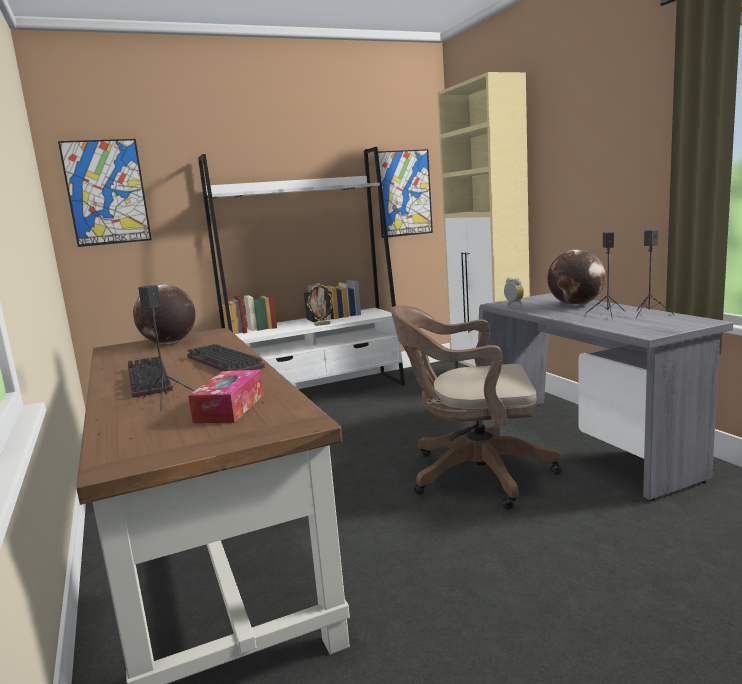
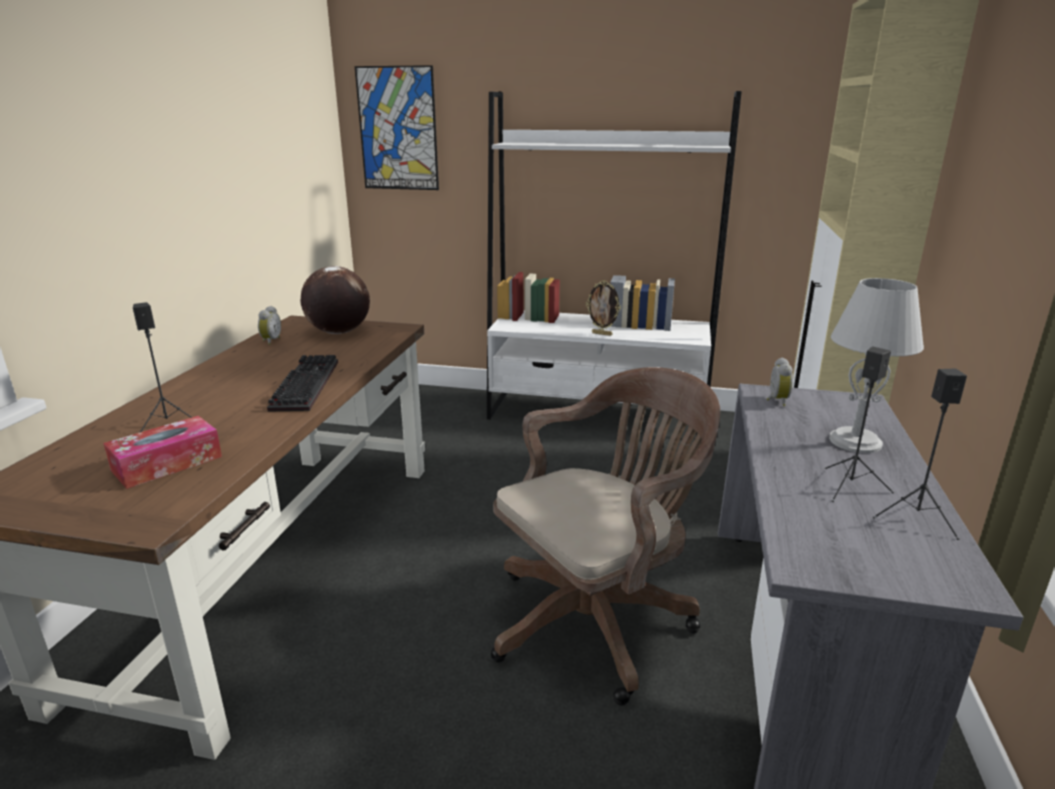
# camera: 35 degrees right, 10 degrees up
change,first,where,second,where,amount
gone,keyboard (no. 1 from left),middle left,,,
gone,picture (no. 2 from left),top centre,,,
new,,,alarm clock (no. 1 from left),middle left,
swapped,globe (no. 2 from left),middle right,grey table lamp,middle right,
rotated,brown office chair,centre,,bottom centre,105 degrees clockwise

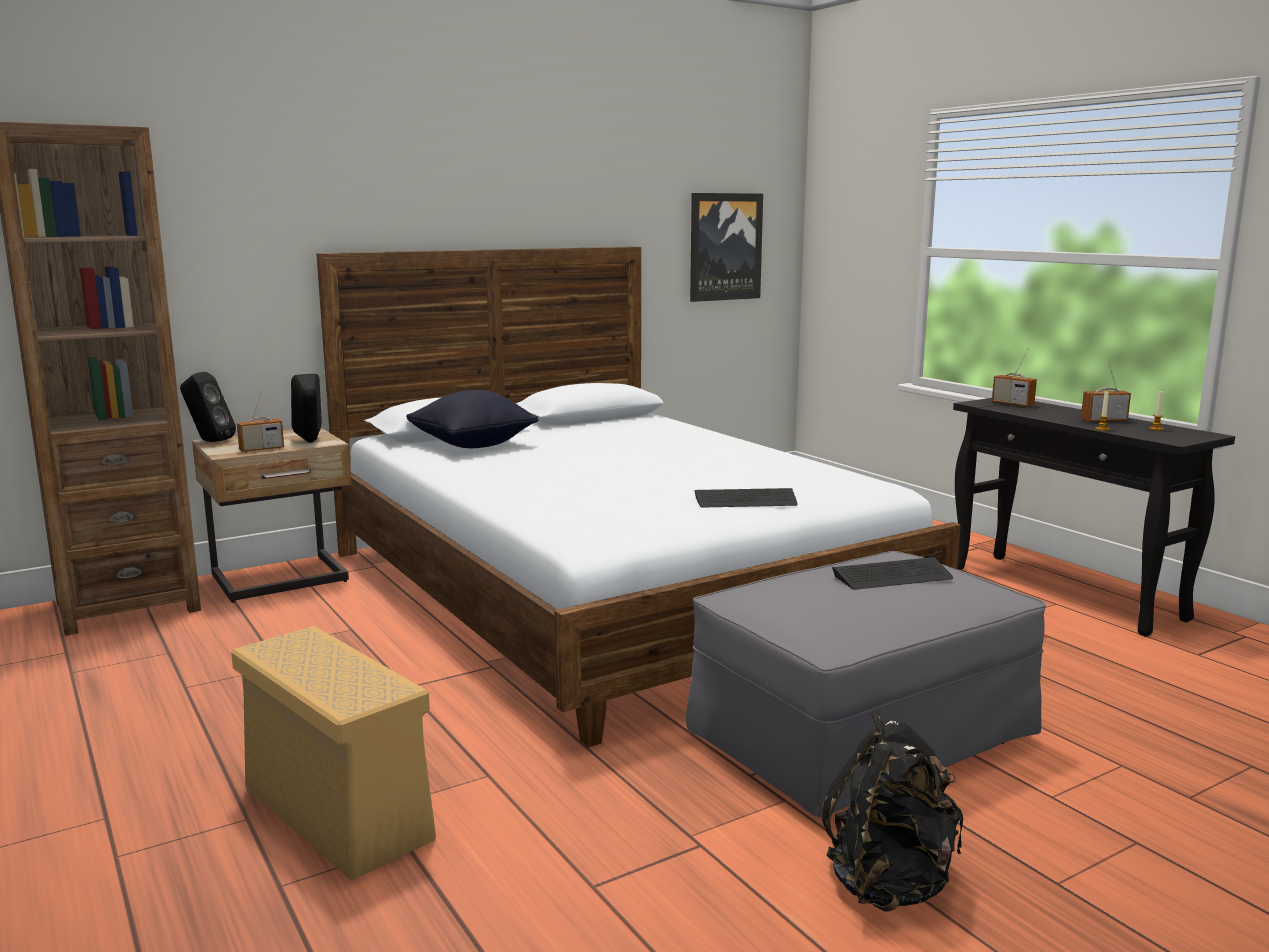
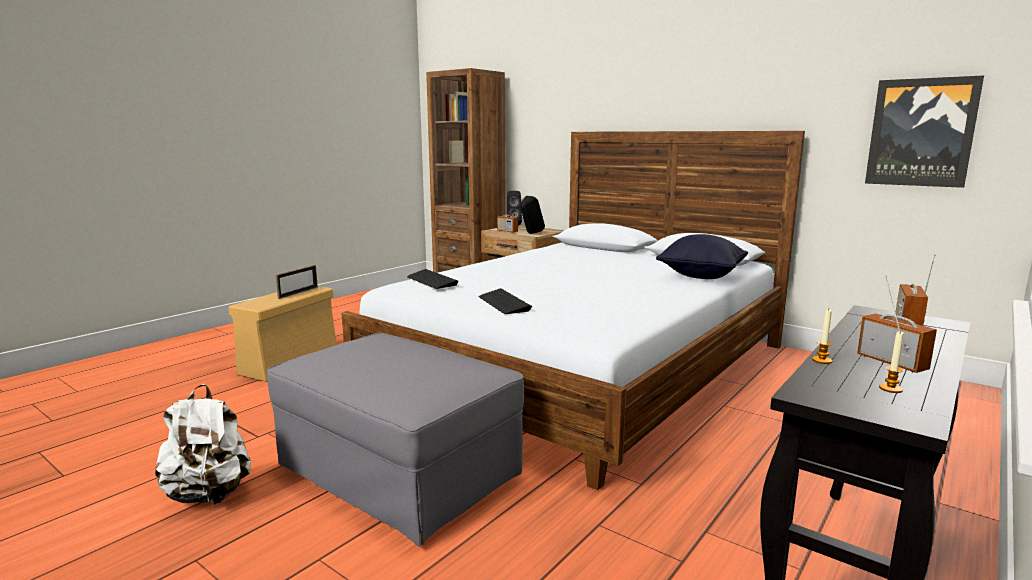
# camera: 70 degrees right, 0 degrees up
change,first,where,second,where,amount
new,,,picture frame,middle left,
shifted,black pillow,centre,,middle right,
shifted,keyboard (no. 2 from left in the first image),middle right,keyboard (no. 1 from left),centre,
repainted,black backpack,bottom right,white backpack,bottom left,

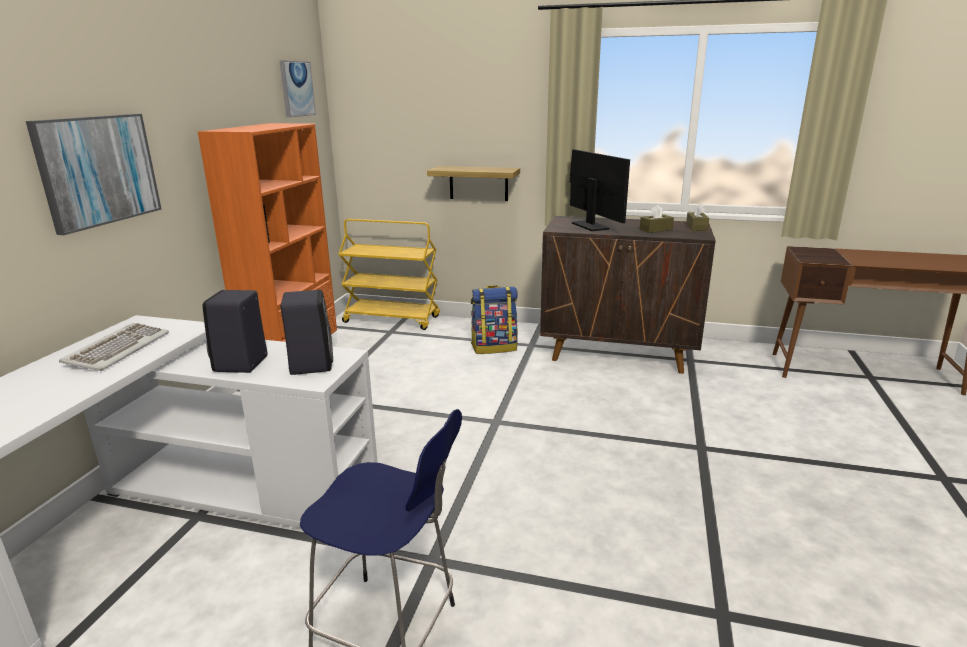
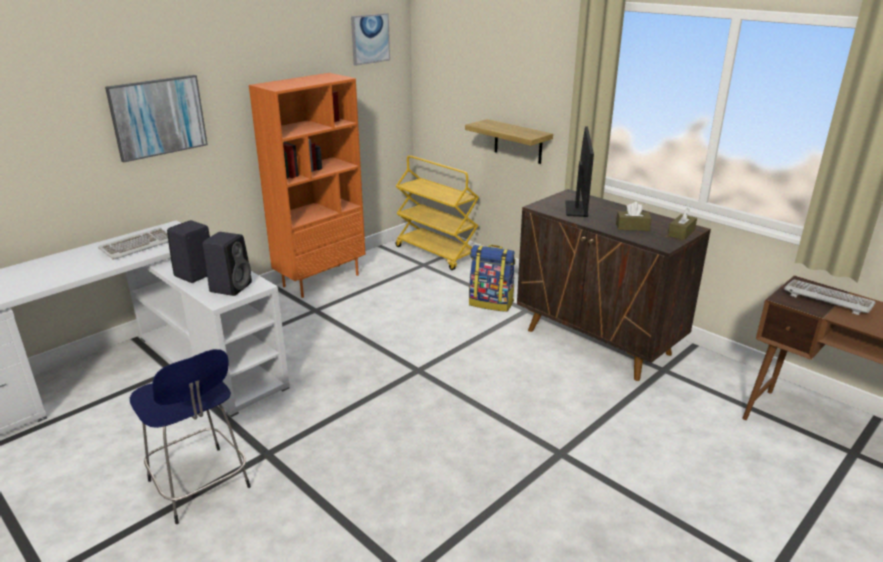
# camera: 30 degrees right, 5 degrees up
change,first,where,second,where,amount
new,,,keyboard (no. 2 from left),middle right,

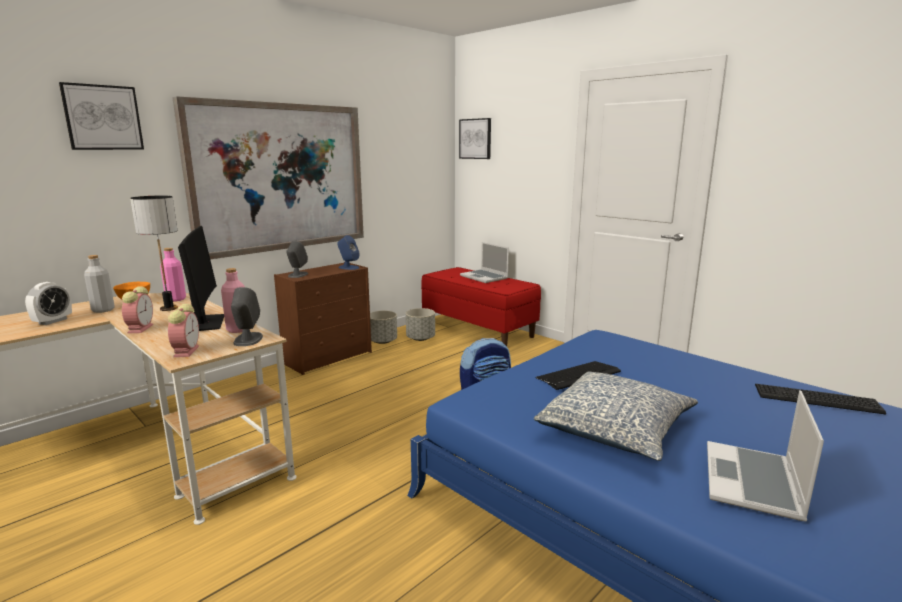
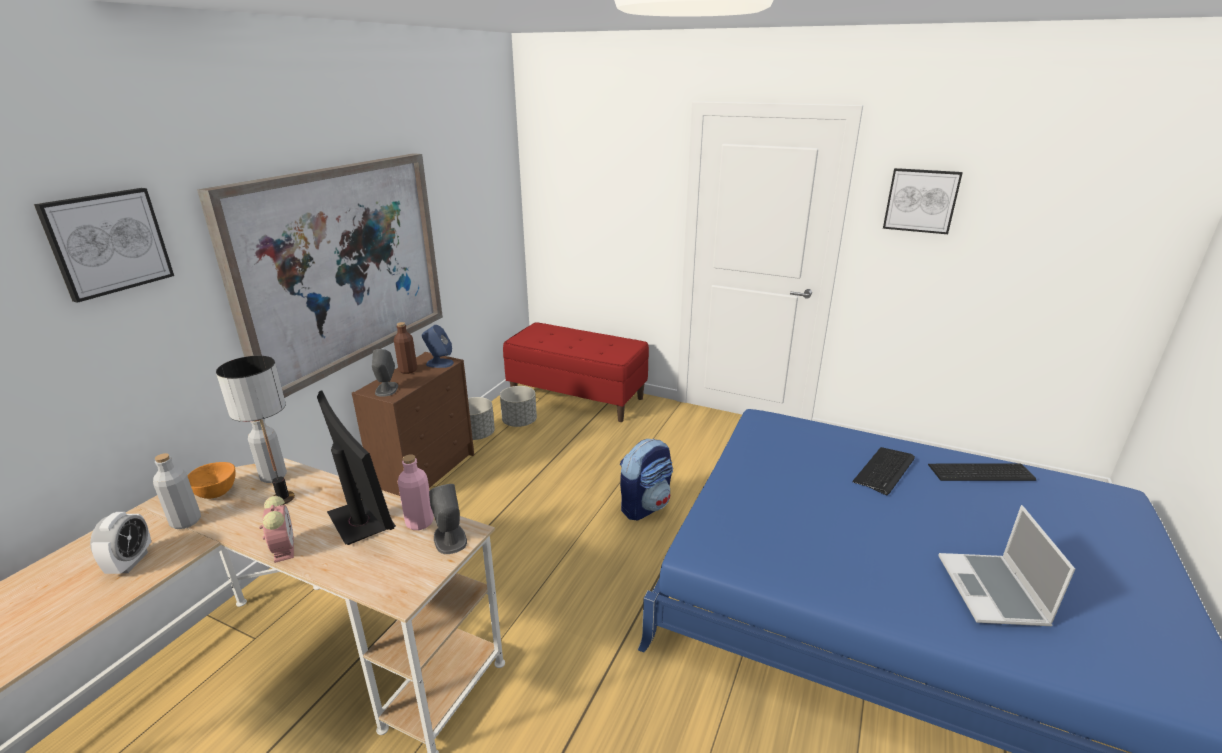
# camera: 20 degrees left, 10 degrees up
change,first,where,second,where,amount
gone,alarm clock (no. 3 from left),middle left,,,
gone,laptop (no. 1 from left),centre,,,
gone,pillow,bottom right,,,
new,,,brown bottle,middle left,
shifted,picture (no. 3 from left),top centre,,top right,
shifted,keyboard (no. 1 from left),centre,,middle right,
repainted,pink bottle (no. 1 from left),middle left,grey bottle (no. 2 from left),middle left,

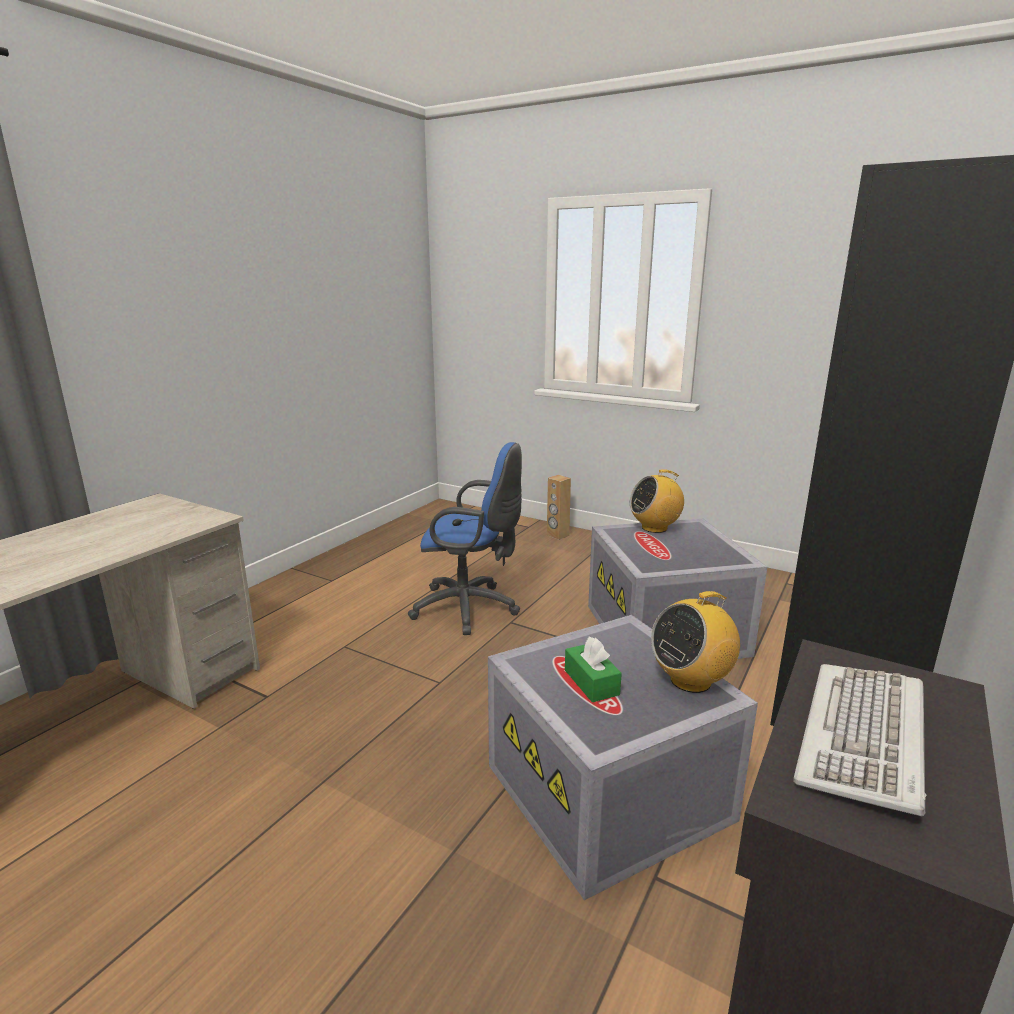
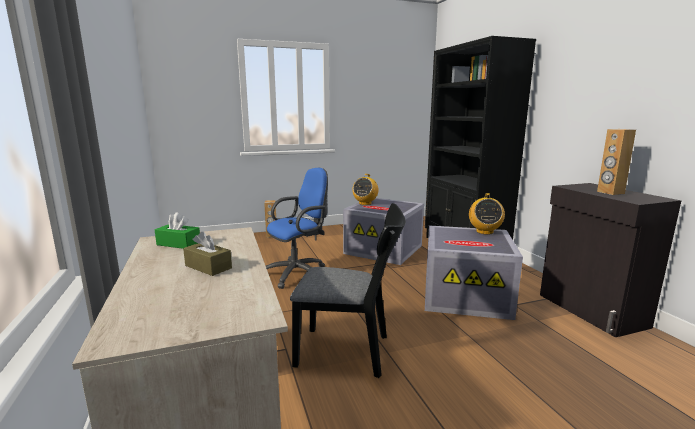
# camera: 50 degrees left, 5 degrees down
change,first,where,second,where,amount
new,,,brown tissue box,middle left,
new,,,black chair,bottom centre,
shifted,green tissue box,centre,,middle left,
swapped,keyboard,bottom right,brown speaker (no. 2 from left),middle right,

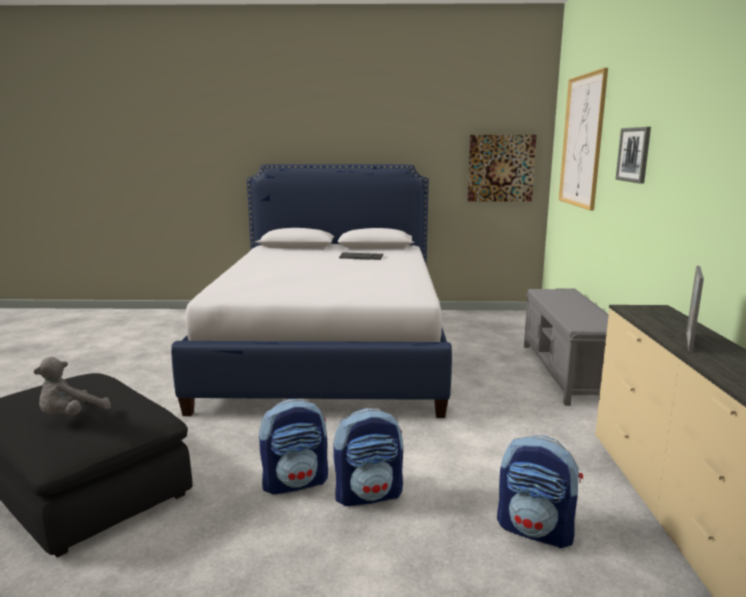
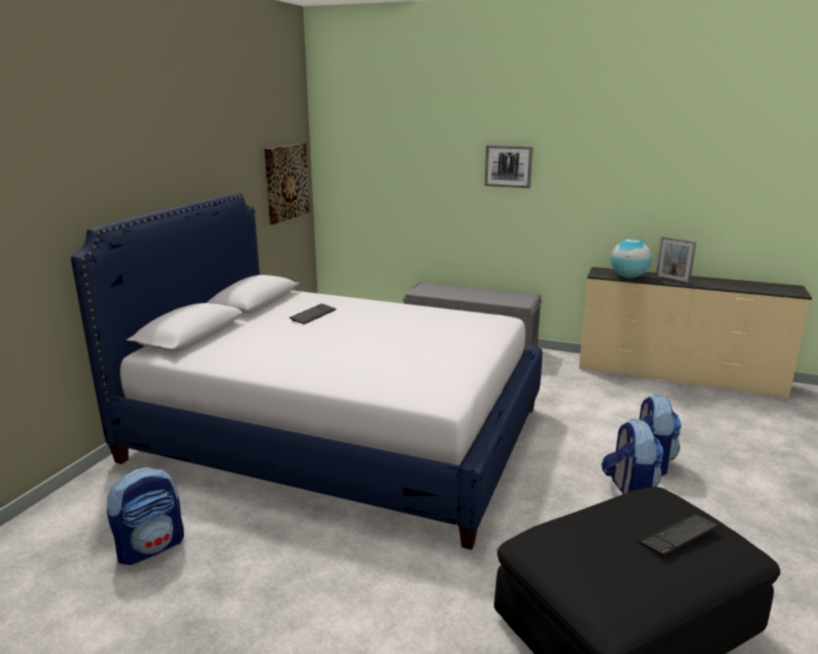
# camera: 70 degrees left, 5 degrees up
change,first,where,second,where,amount
gone,picture (no. 2 from left),top right,,,
new,,,globe,middle right,
shifted,backpack (no. 3 from left in the first image),bottom right,backpack (no. 1 from left),bottom left,
swapped,grey plush toy,middle left,keyboard (no. 2 from left),bottom right,

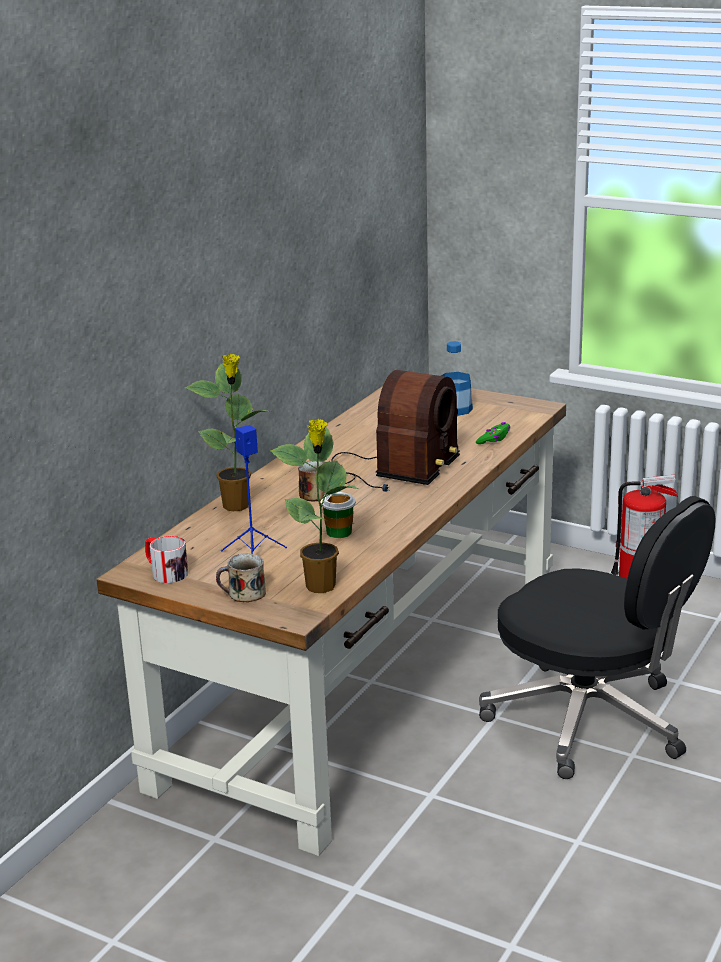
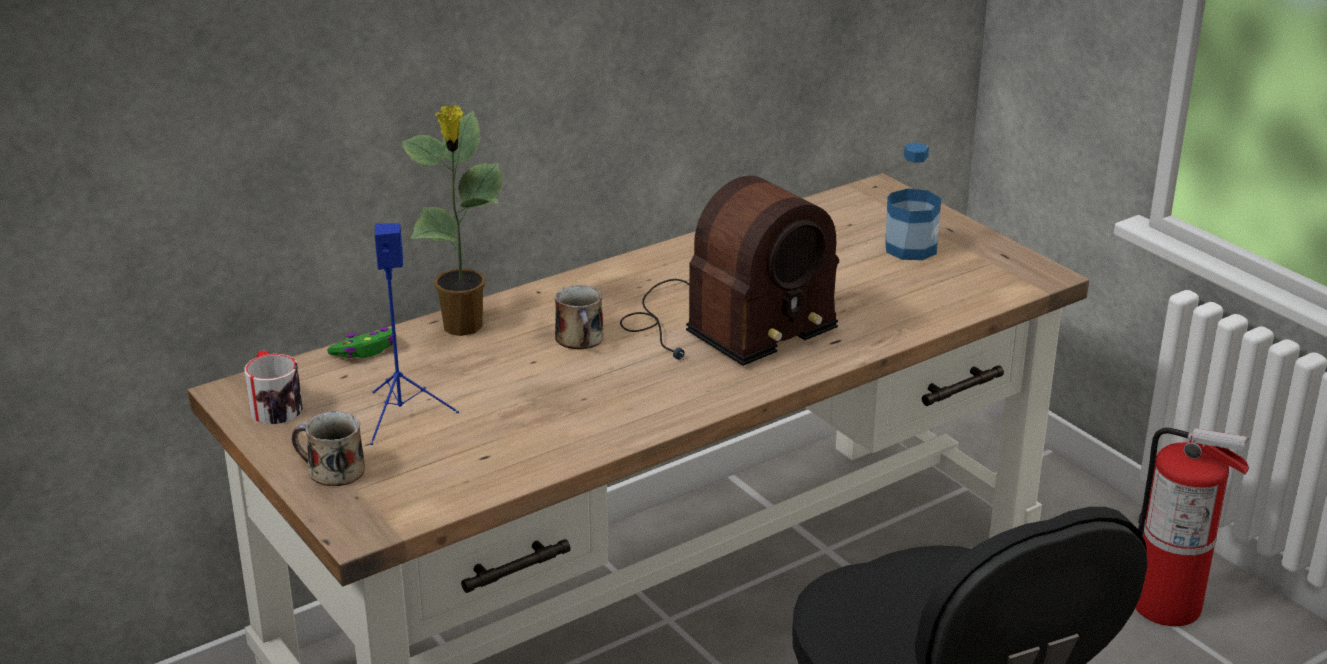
# camera: 25 degrees right, 5 degrees up
change,first,where,second,where,amount
gone,potted plant (no. 2 from left),centre,,,
gone,cup,centre,,,
shifted,green game controller,middle right,,middle left,

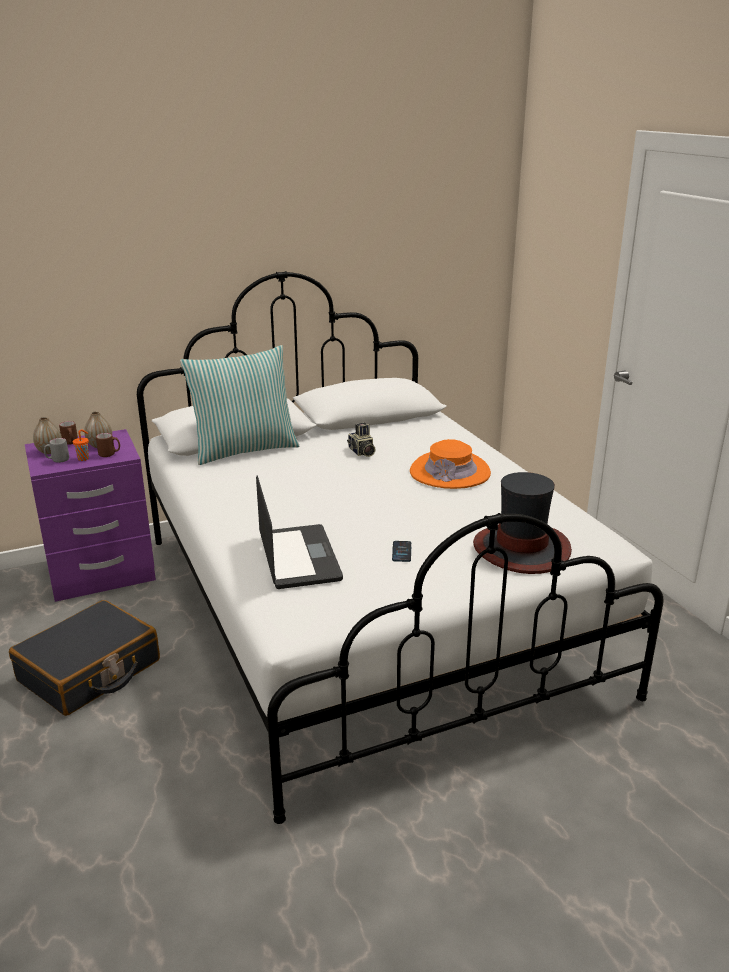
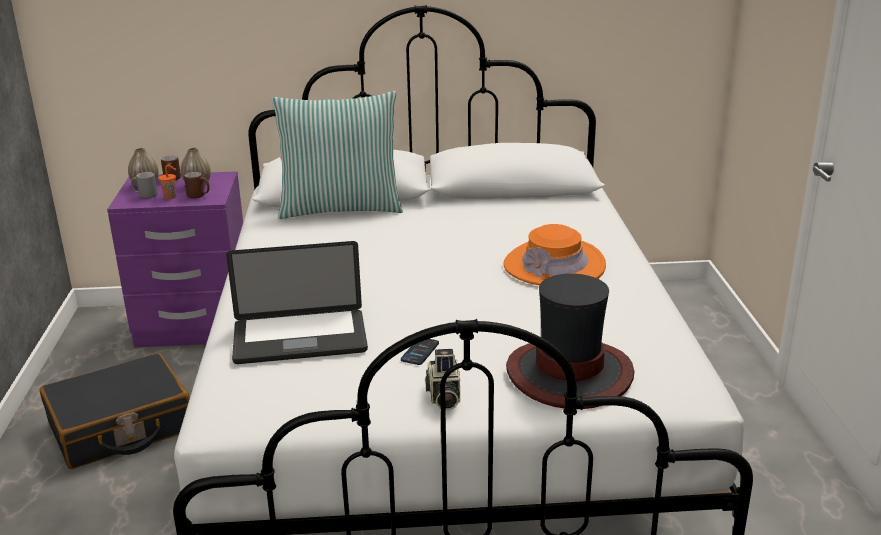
# camera: 20 degrees right, 0 degrees up
change,first,where,second,where,amount
shifted,photo camera,centre,,bottom centre,
rotated,laptop,centre,,centre,75 degrees clockwise

